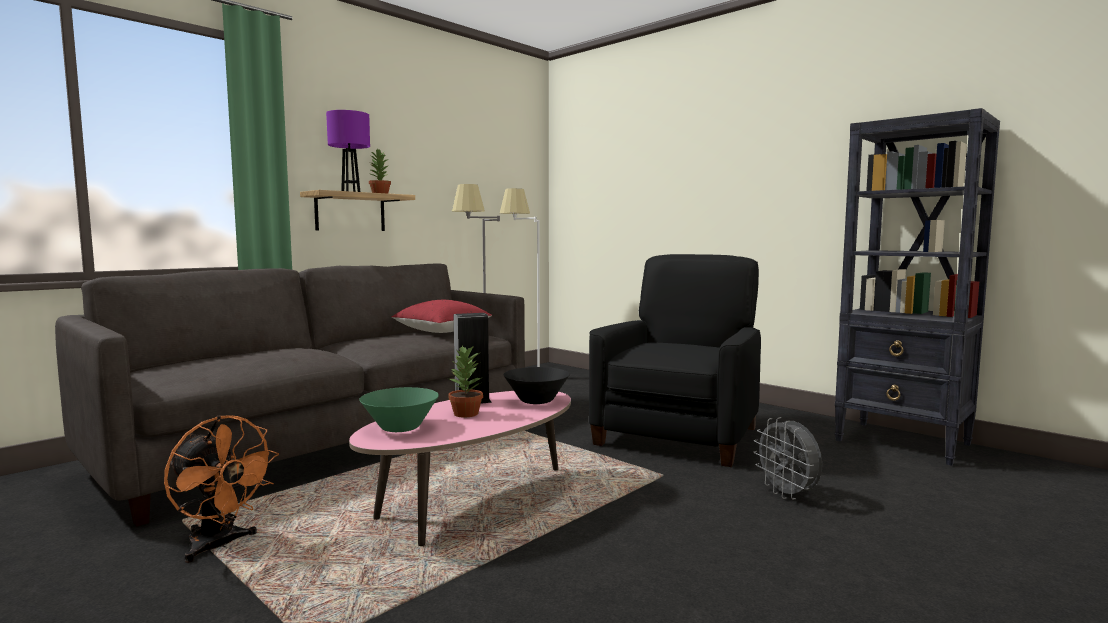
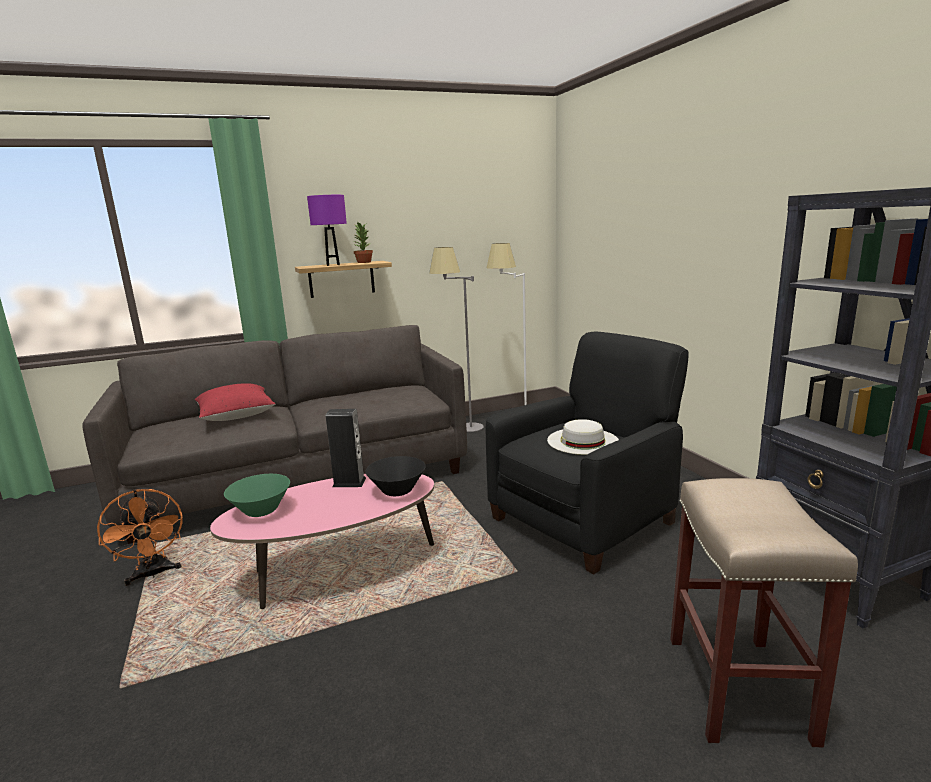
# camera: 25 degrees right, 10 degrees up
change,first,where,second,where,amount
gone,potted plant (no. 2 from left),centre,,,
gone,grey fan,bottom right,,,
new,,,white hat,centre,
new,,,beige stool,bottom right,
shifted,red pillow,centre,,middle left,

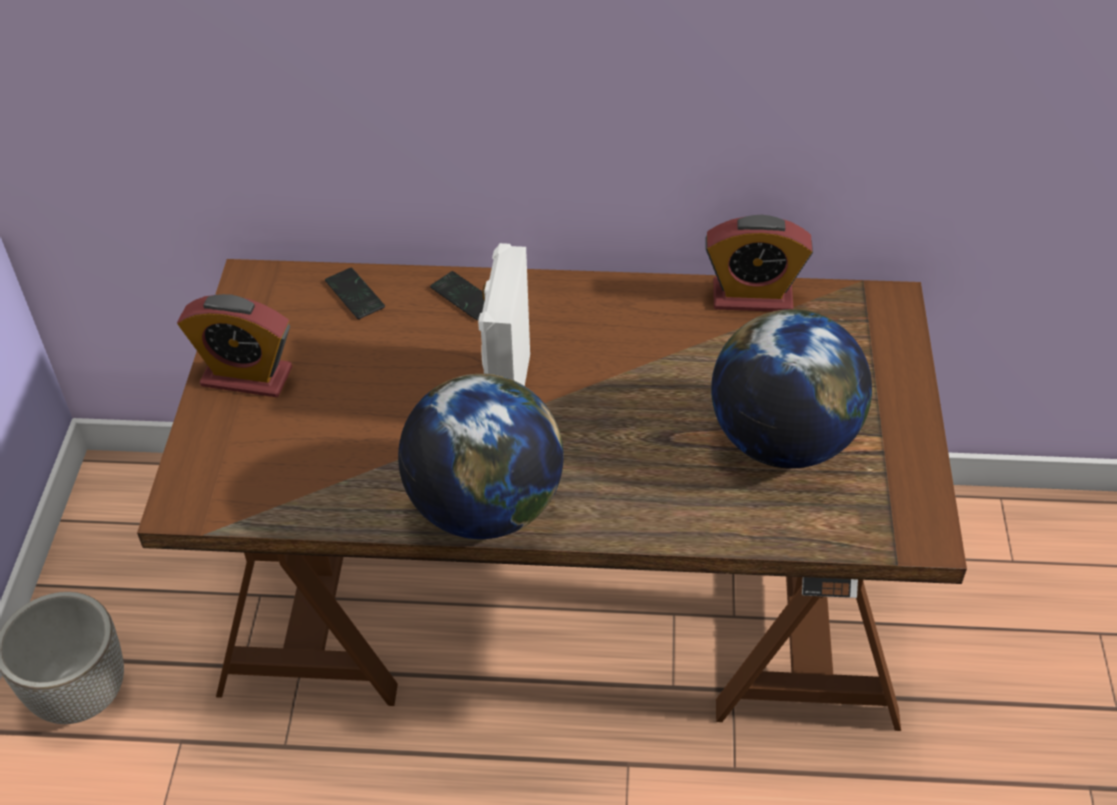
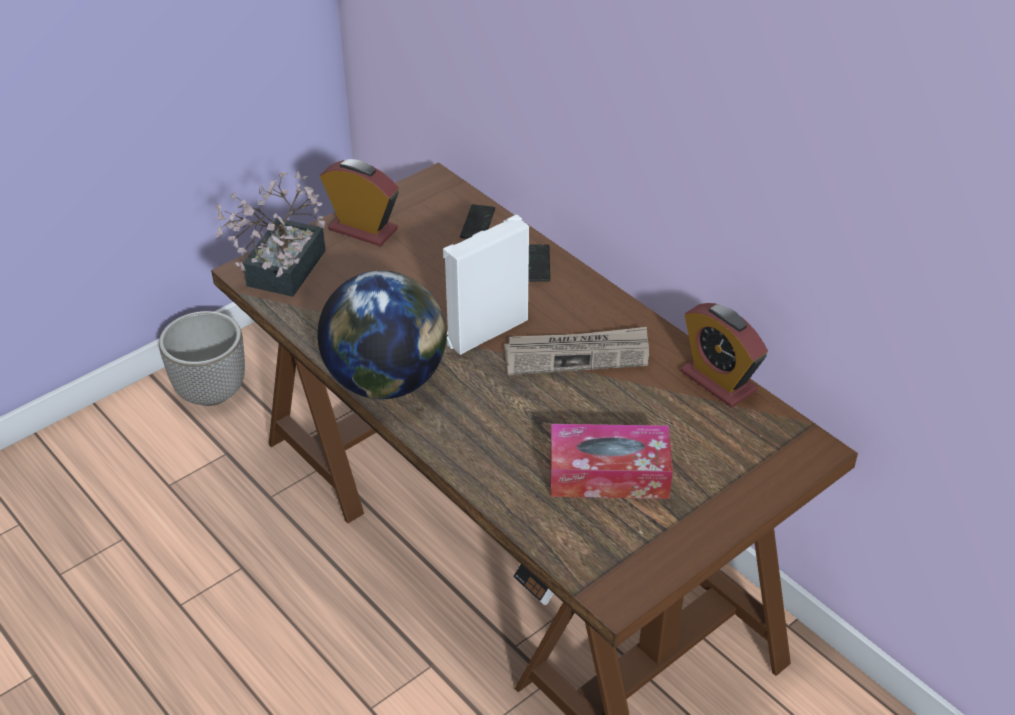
# camera: 45 degrees right, 5 degrees down
change,first,where,second,where,amount
new,,,potted plant,top left,
new,,,newspaper,centre,
swapped,globe (no. 2 from left),middle right,tissue box,centre,
rotated,alarm clock (no. 1 from left),middle left,,top centre,150 degrees clockwise

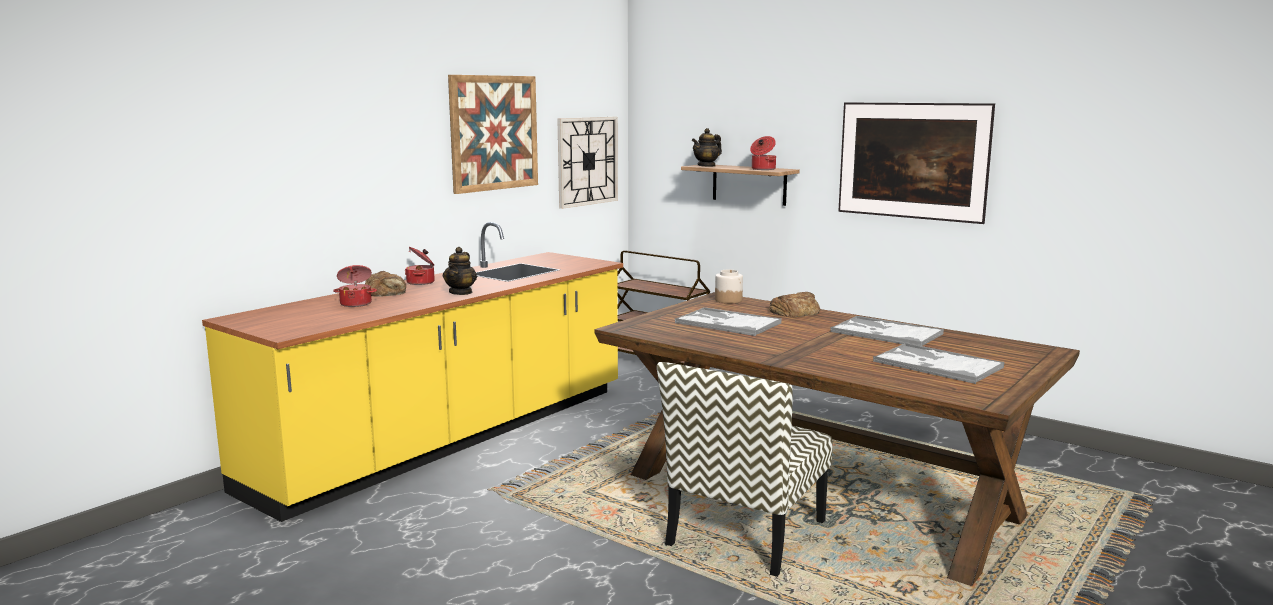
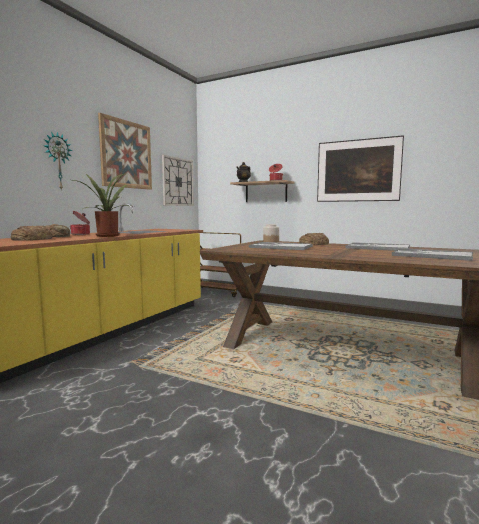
# camera: 10 degrees left, 5 degrees down
change,first,where,second,where,amount
gone,chair,bottom centre,,,
new,,,wall clock (no. 1 from left),top left,
swapped,cooking pot (no. 1 from left),middle left,bread (no. 1 from left),middle left,
swapped,teapot (no. 1 from left),centre,potted plant,middle left,

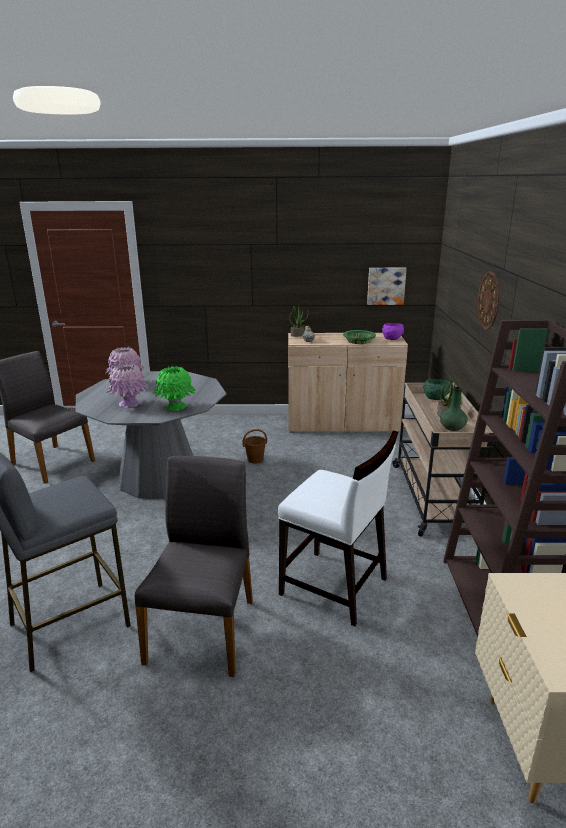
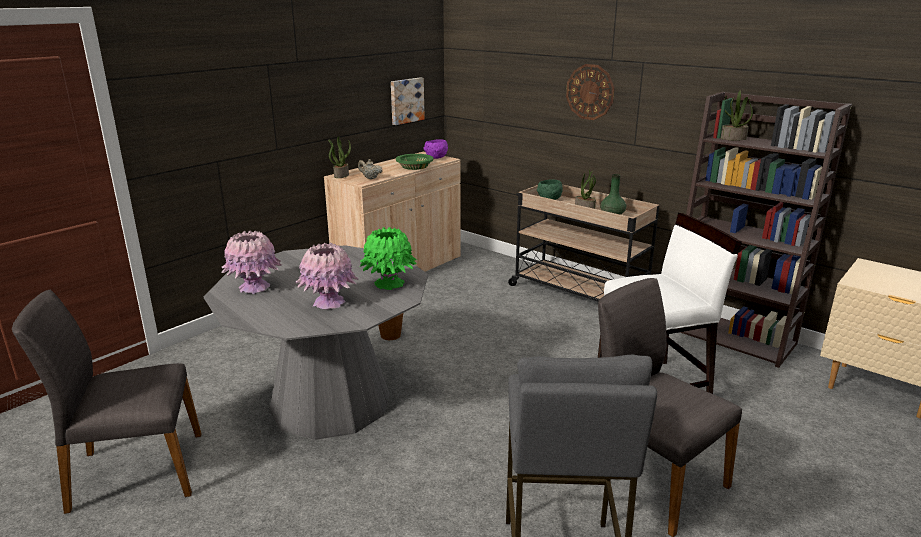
# camera: 50 degrees left, 0 degrees up
change,first,where,second,where,amount
new,,,potted plant (no. 3 from left),top right,

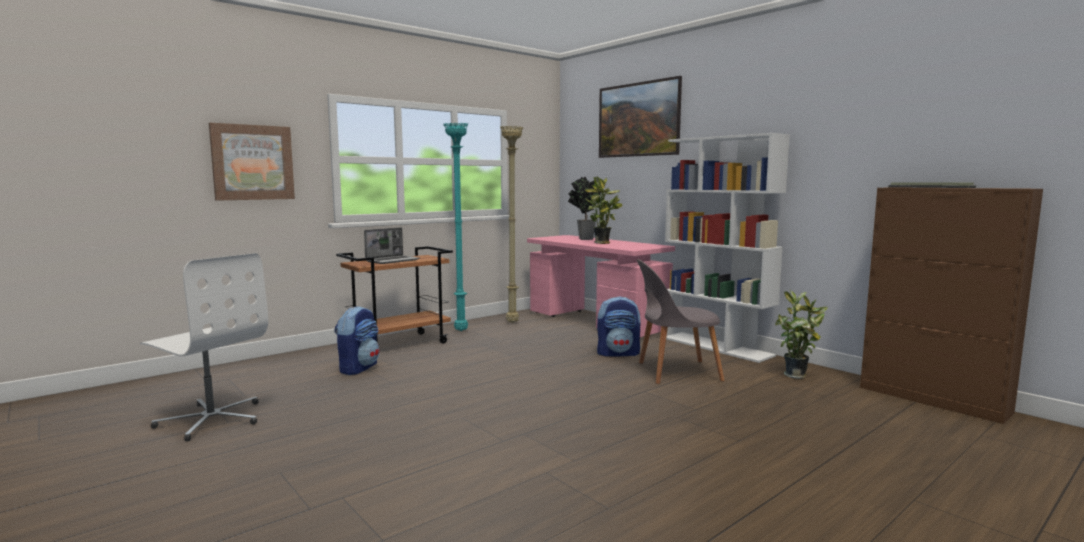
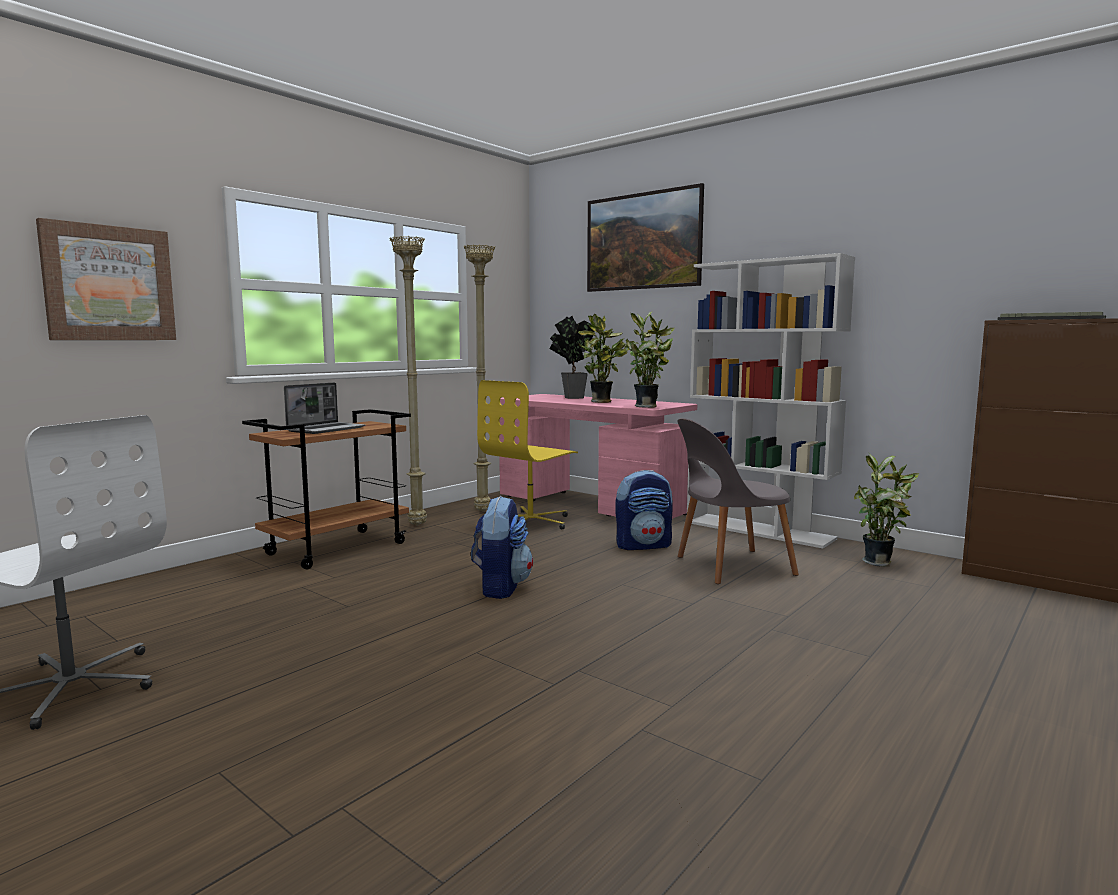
# camera: 10 degrees left, 0 degrees up
change,first,where,second,where,amount
new,,,yellow office chair,centre,
new,,,potted plant (no. 3 from left),centre,
shifted,backpack (no. 1 from left),middle left,,centre,
repainted,turquoise floor lamp,centre,beige floor lamp (no. 1 from left),centre,

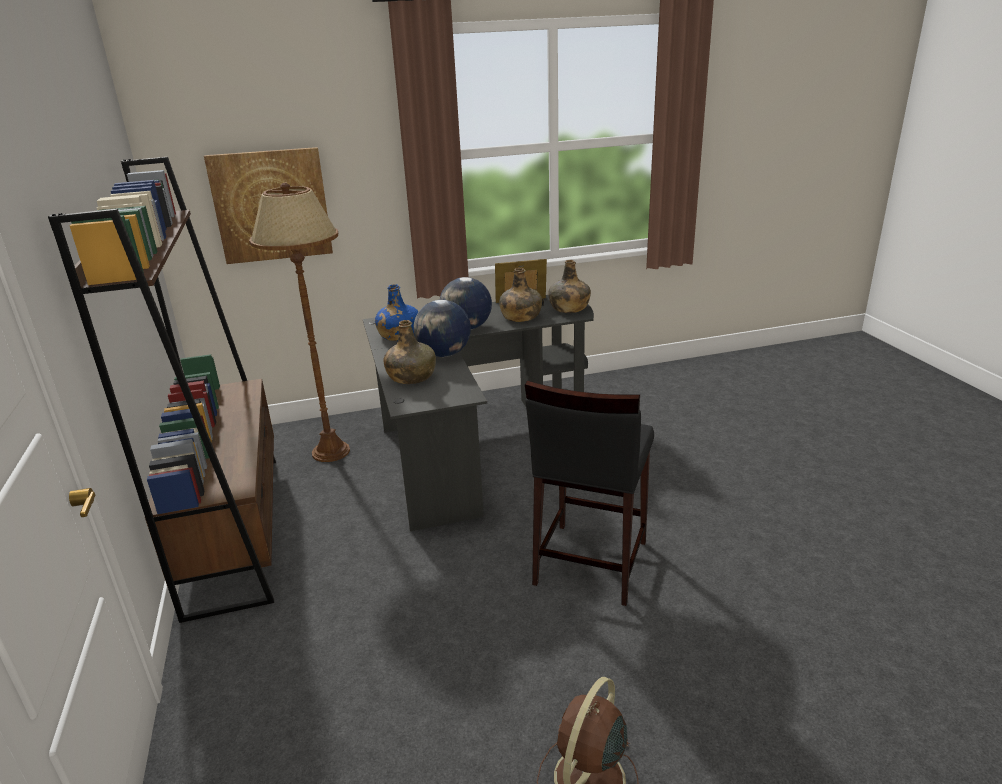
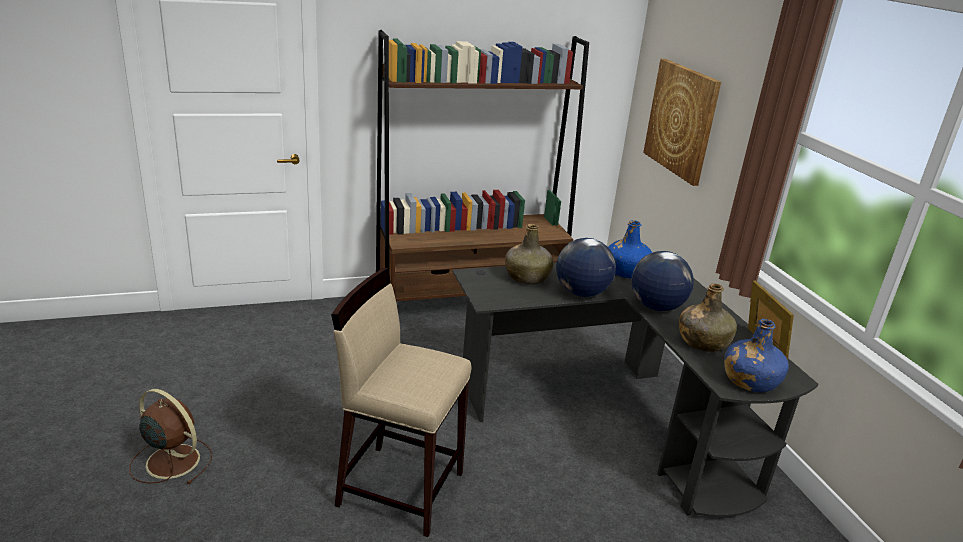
# camera: 85 degrees right, 0 degrees up
change,first,where,second,where,amount
gone,brown floor lamp,middle left,,,
repainted,black stool,centre,beige stool,bottom centre,
repainted,green bottle (no. 3 from left),centre,blue bottle (no. 2 from left),middle right,

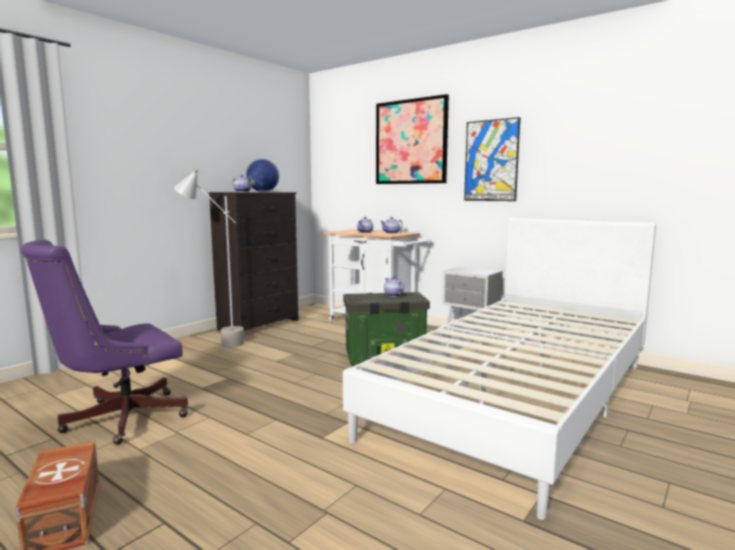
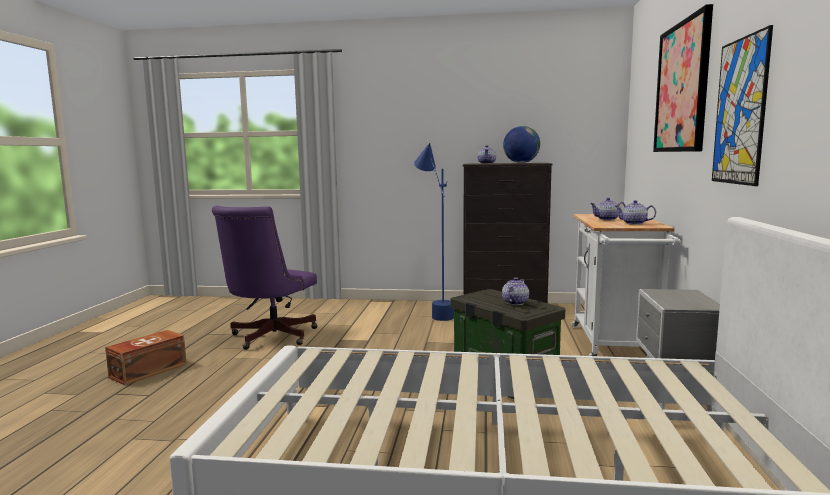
# camera: 60 degrees right, 0 degrees up
change,first,where,second,where,amount
repainted,grey floor lamp,middle left,blue floor lamp,centre,
rotated,purple office chair,middle left,,middle left,90 degrees counterclockwise

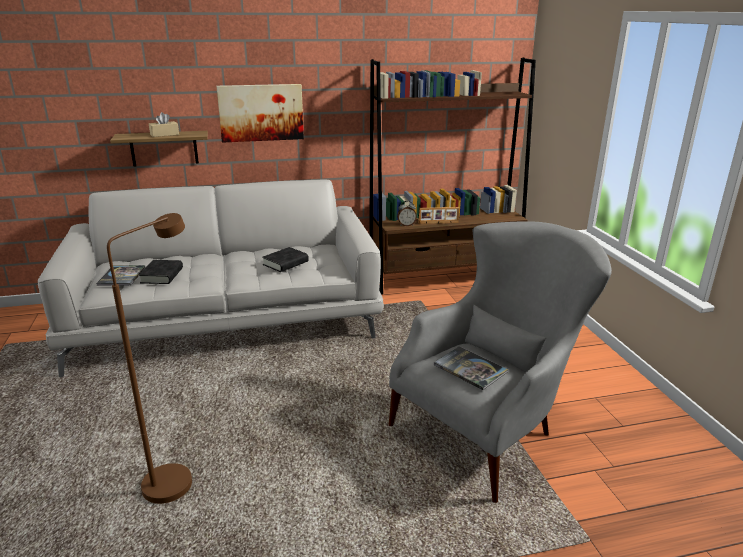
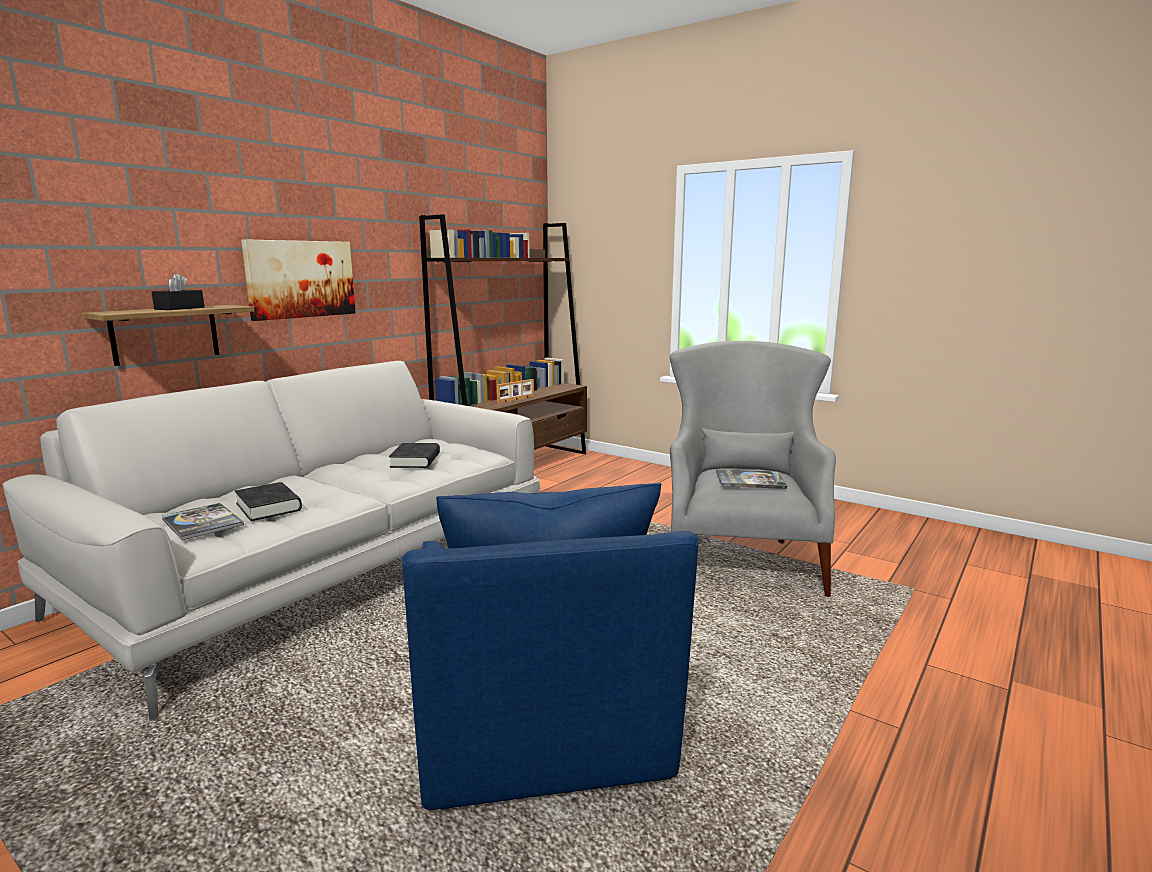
# camera: 40 degrees left, 10 degrees down
change,first,where,second,where,amount
gone,alarm clock,centre,,,
swapped,brown floor lamp,middle left,blue armchair,bottom centre,
repainted,beige tissue box,top left,black tissue box,middle left,

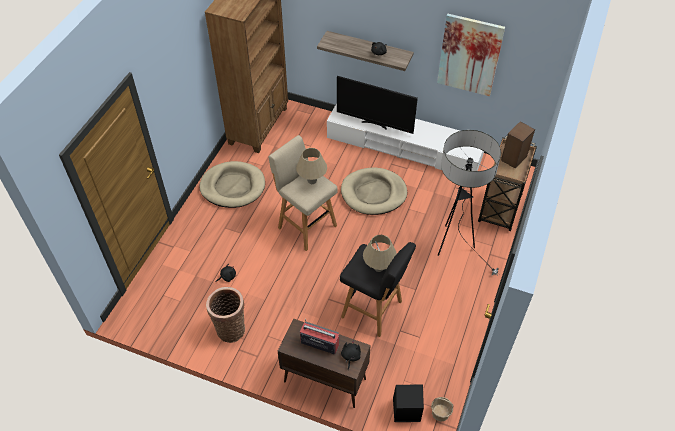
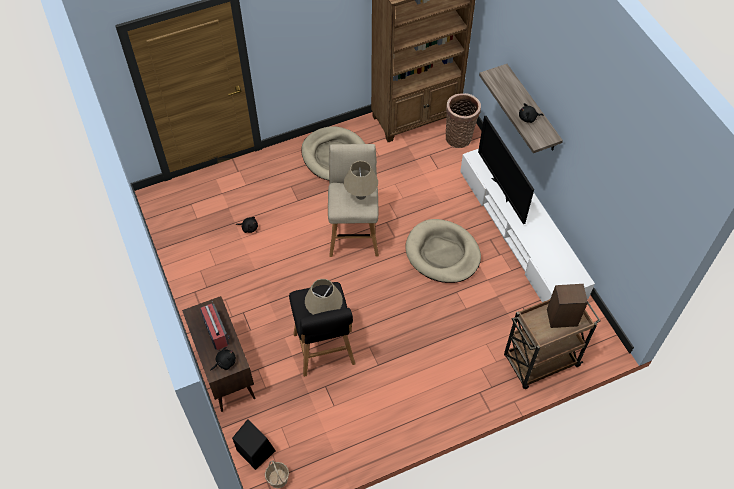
# camera: 45 degrees right, 5 degrees up
change,first,where,second,where,amount
gone,picture,top right,,,
gone,floor lamp,middle right,,,
shifted,basket (no. 1 from left in the first image),bottom centre,basket (no. 2 from left),top centre,

